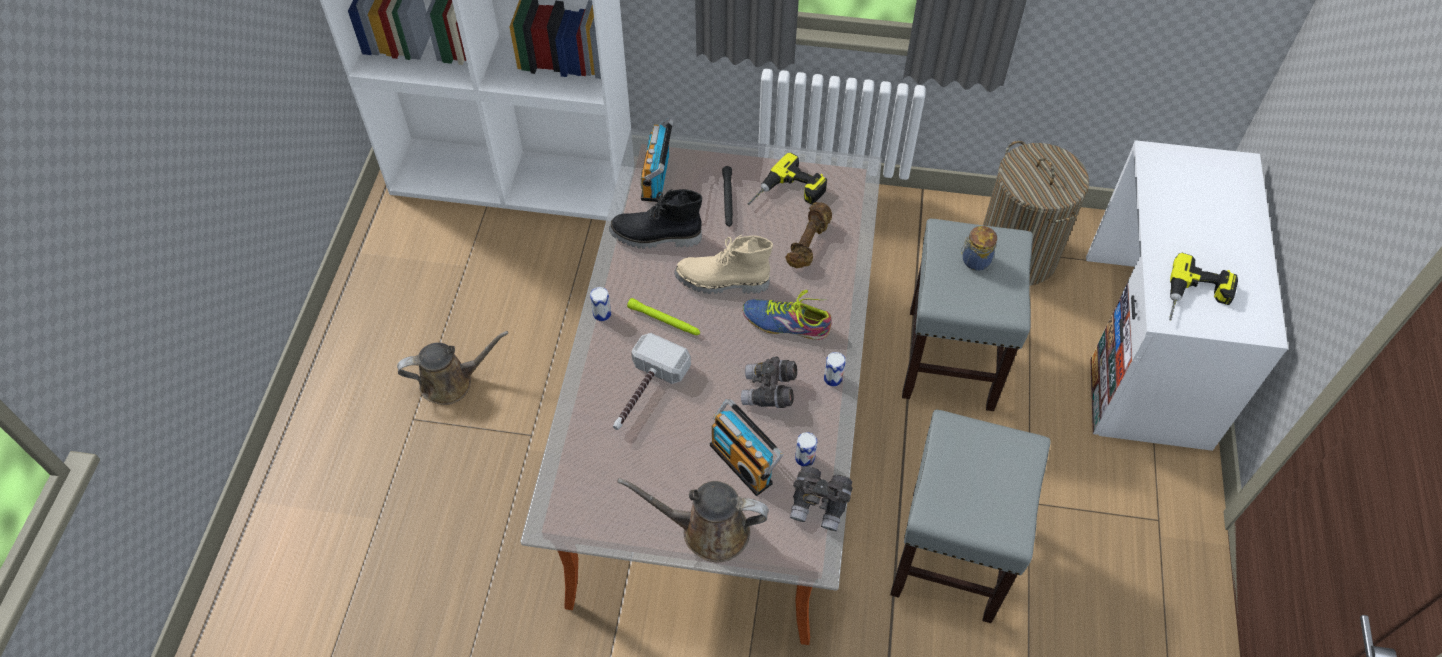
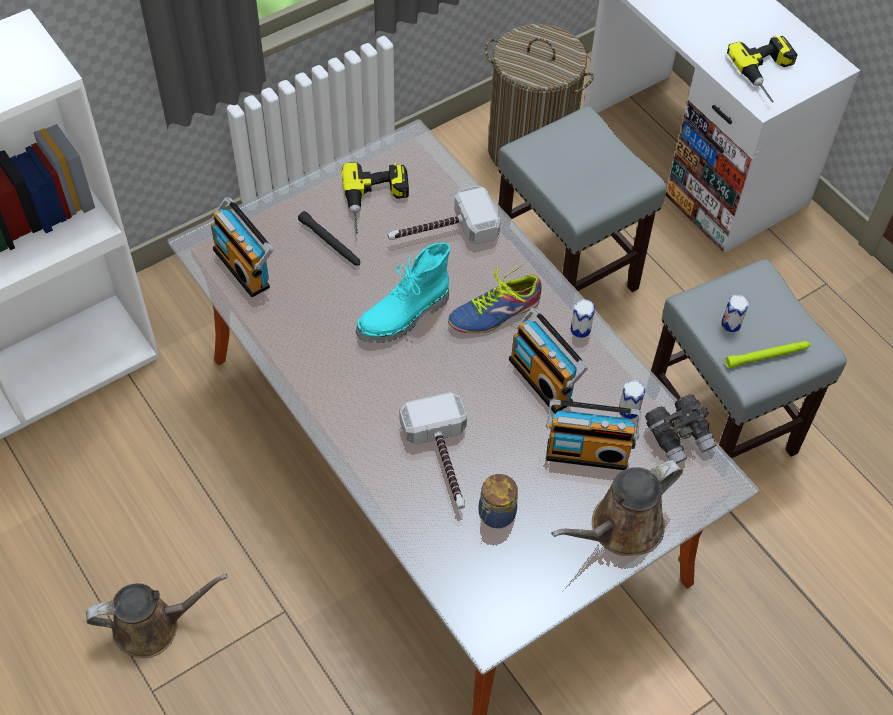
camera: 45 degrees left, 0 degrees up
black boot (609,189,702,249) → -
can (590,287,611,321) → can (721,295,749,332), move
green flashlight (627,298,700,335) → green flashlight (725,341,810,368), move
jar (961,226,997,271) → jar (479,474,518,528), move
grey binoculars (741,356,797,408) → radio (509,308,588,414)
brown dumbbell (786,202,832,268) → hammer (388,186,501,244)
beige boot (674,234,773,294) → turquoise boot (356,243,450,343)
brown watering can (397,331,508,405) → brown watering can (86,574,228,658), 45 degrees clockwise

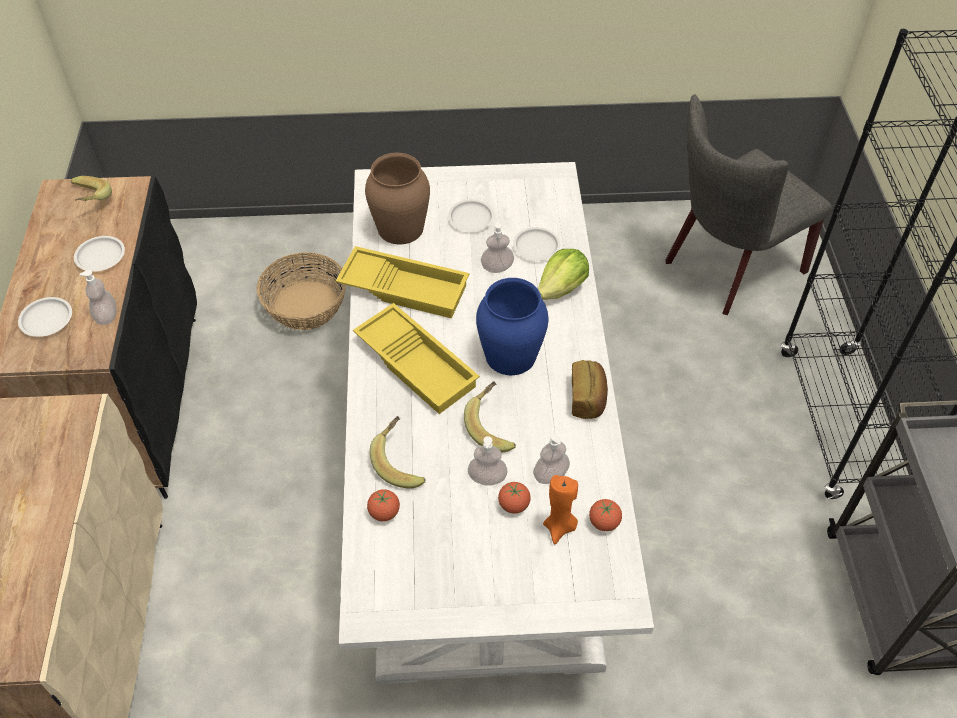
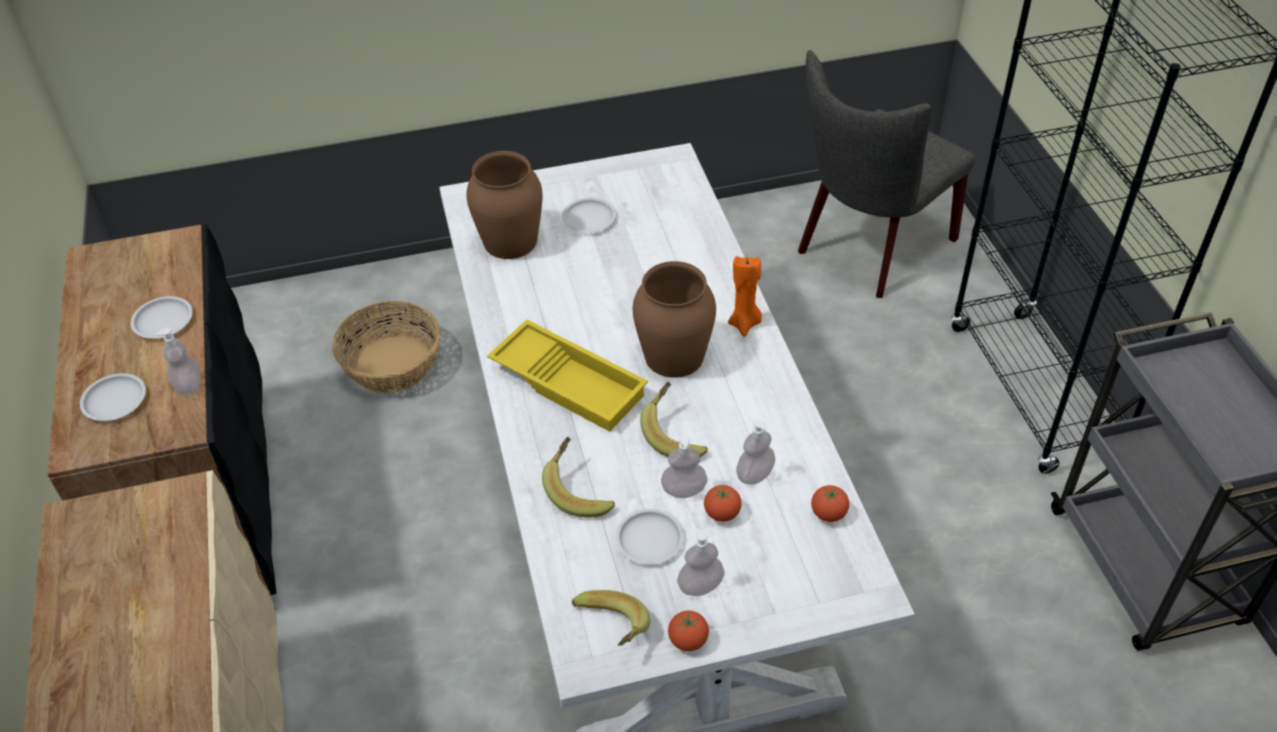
camera: 10 degrees left, 5 degrees down
yellow tray (336,246,469,318) → -
lettuce (538,249,589,300) → -
bread (572,360,608,419) → -
banana (71,176,112,201) → banana (572,590,650,646), move
tomato (367,489,400,521) → tomato (668,611,709,651), move
soap dispenser (481,221,514,273) → soap dispenser (677,528,725,596), move
white plate (513,227,560,261) → white plate (616,509,684,565), move
orange candle (543,475,578,544) → orange candle (728,256,762,337), move
blue vase (476,278,549,375) → brown vase (633,261,716,378)

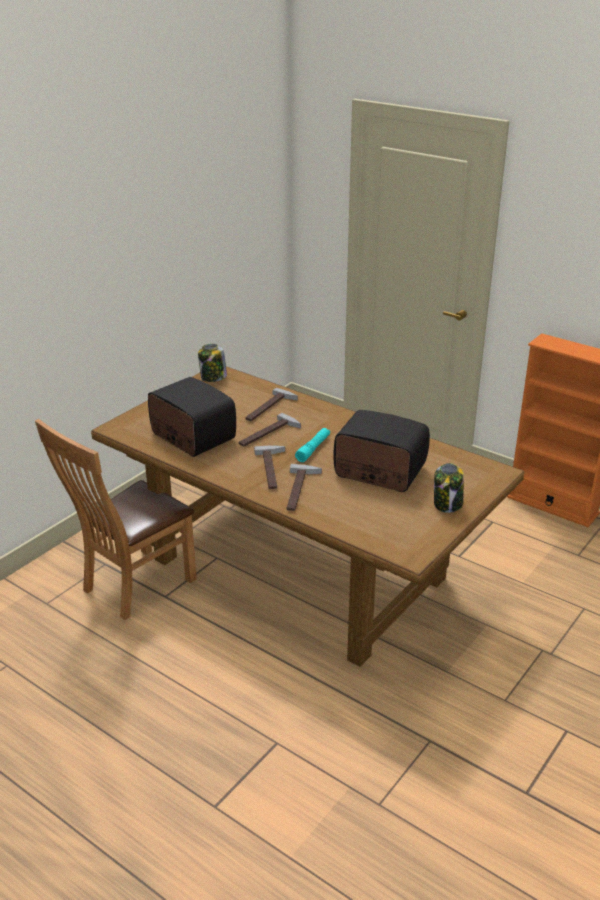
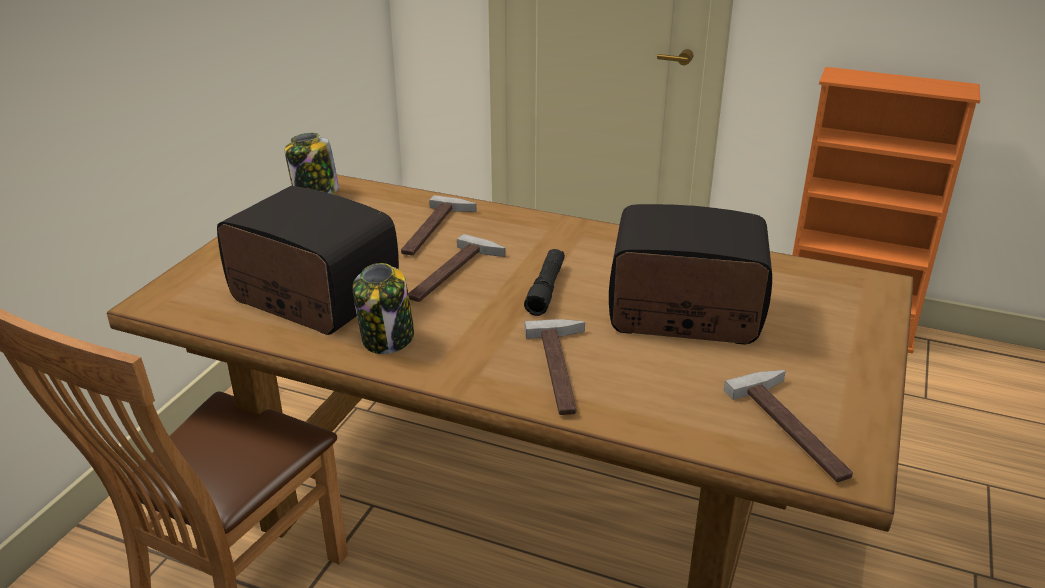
camera: 15 degrees left, 0 degrees up
hammer (254,445,285,489) → hammer (724,370,853,482), move
jar (434,463,464,513) → jar (353,263,414,354), move
turquoise flashlight (295,428,330,462) → black flashlight (524,249,565,316)

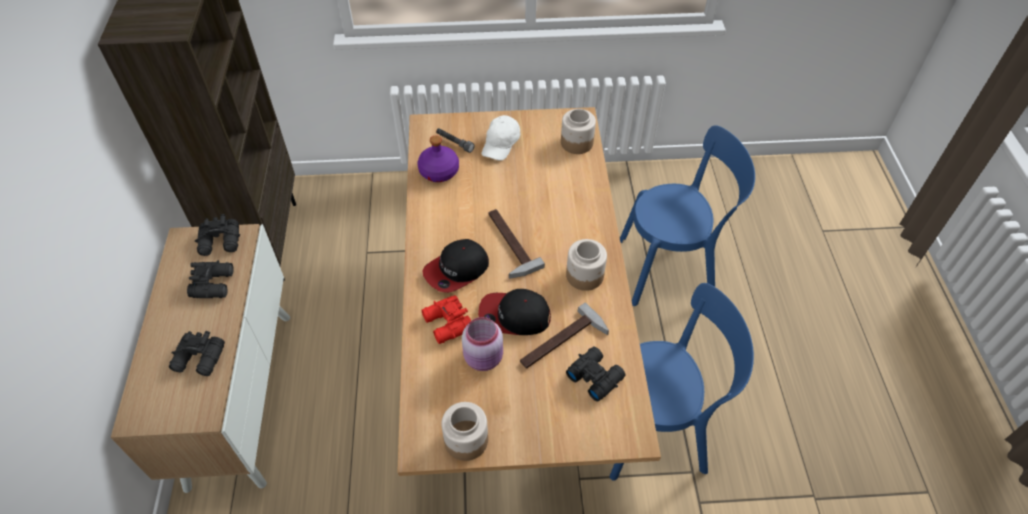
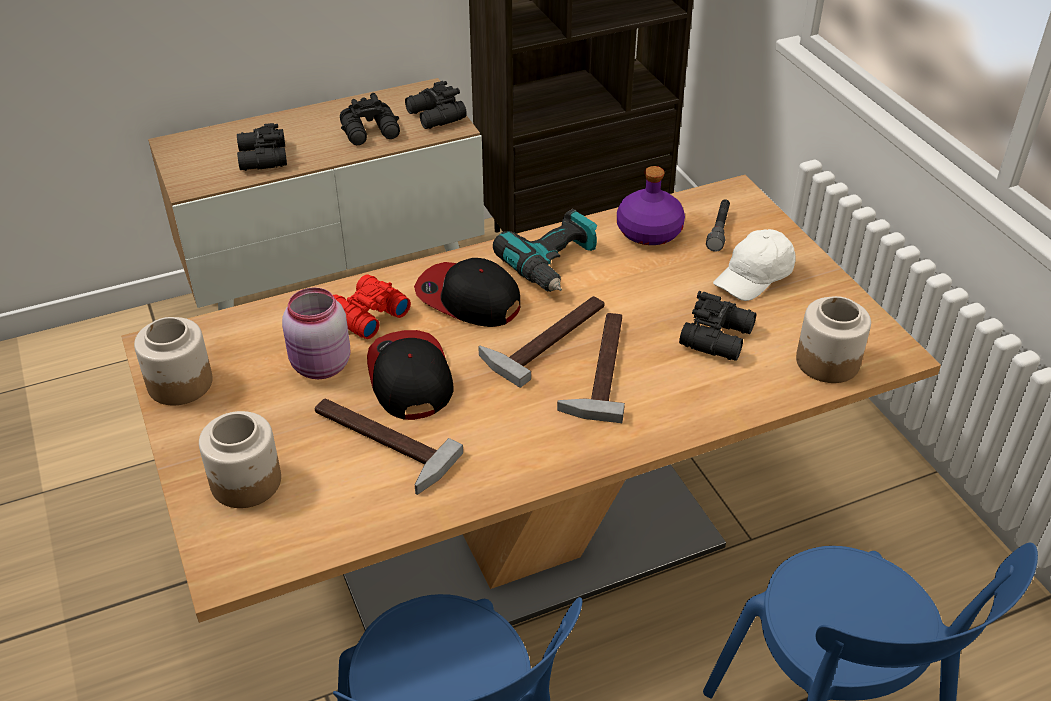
camera: 70 degrees right, 10 degrees down
- → power drill (493,209,597,292)
- → hammer (557,313,625,423)
jar (566,239,607,291) → jar (199,411,281,508), move
black binoculars (566,347,626,402) → black binoculars (679,291,756,361), move
white cap (481,115,520,161) → white cap (713,229,796,301), 45 degrees counterclockwise

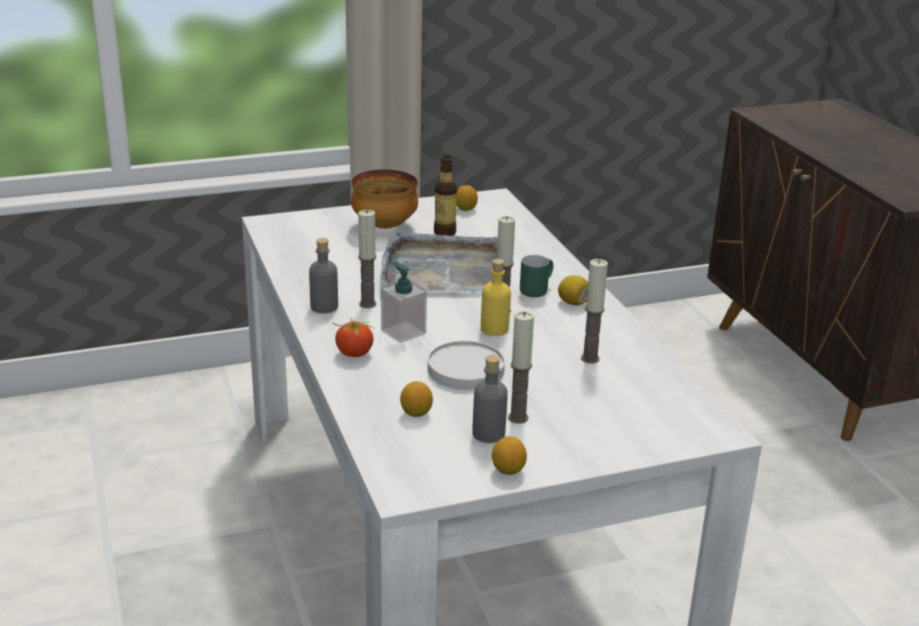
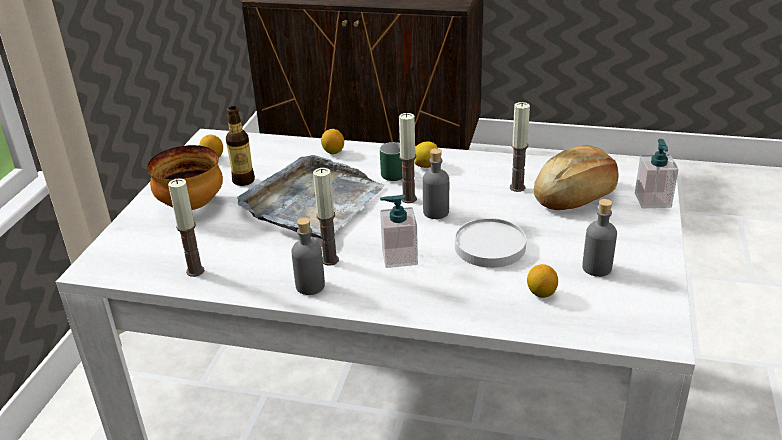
camera: 55 degrees left, 5 degrees up
tomato (333,319,374,357) → -
- → bread (534,145,619,210)
- → soap dispenser (635,139,679,208)
lemon (492,436,527,475) → lemon (321,129,344,154), move
candle (508,311,534,424) → candle (168,178,204,277), move
yellow bottle (481,259,511,336) → grey bottle (423,148,449,219)

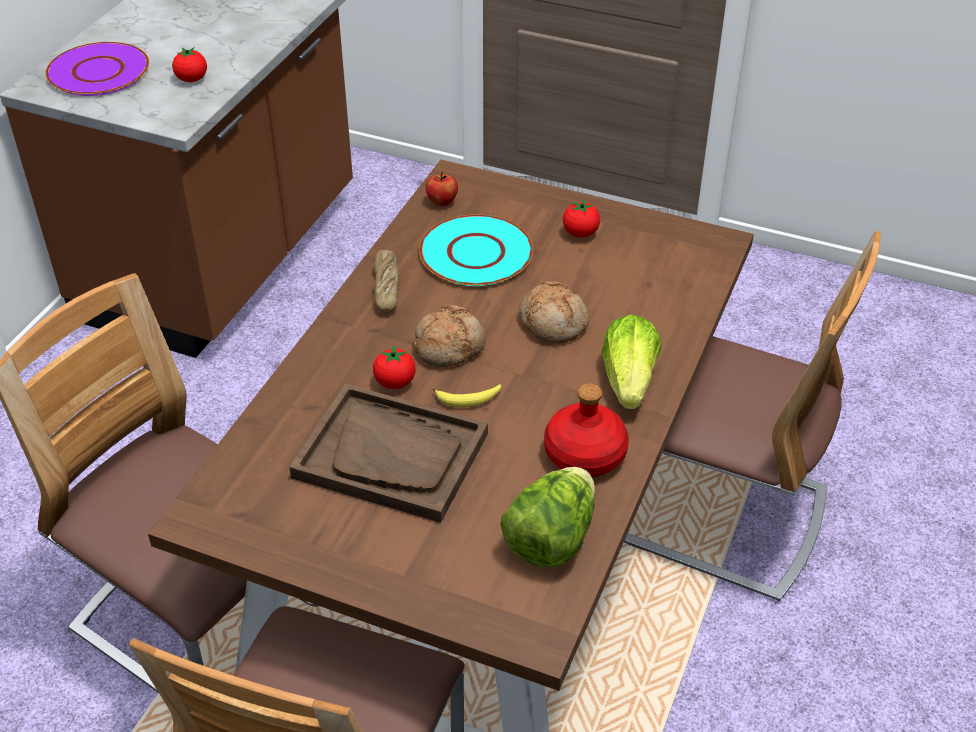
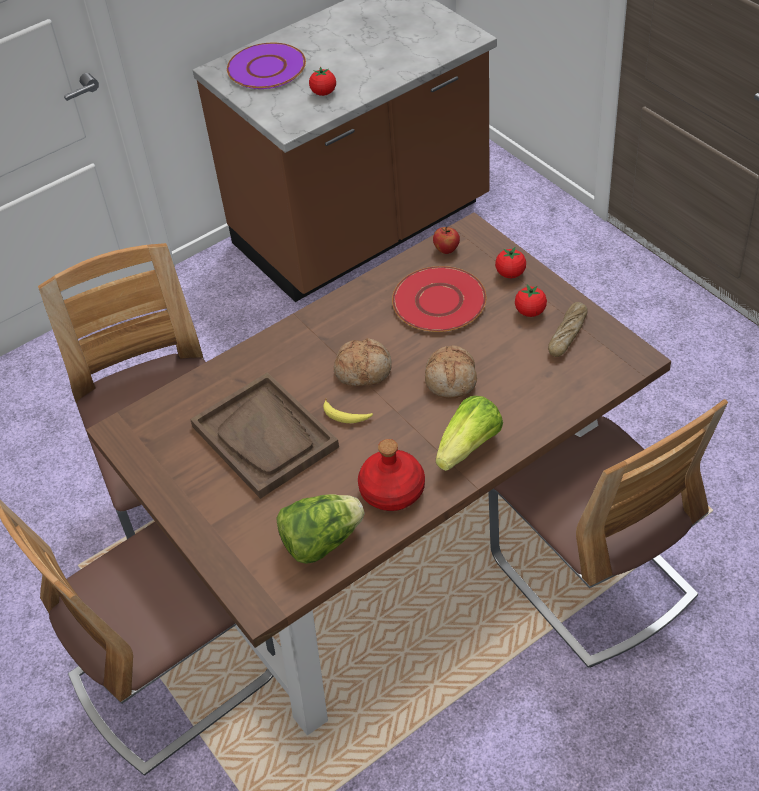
camera: 35 degrees right, 5 degrees up
tomato (373,345,416,389) → tomato (495,247,526,278), move
bread (374,250,399,313) → bread (548,302,588,357), move
turquoise plate (419,215,533,286) → red plate (392,266,486,332)

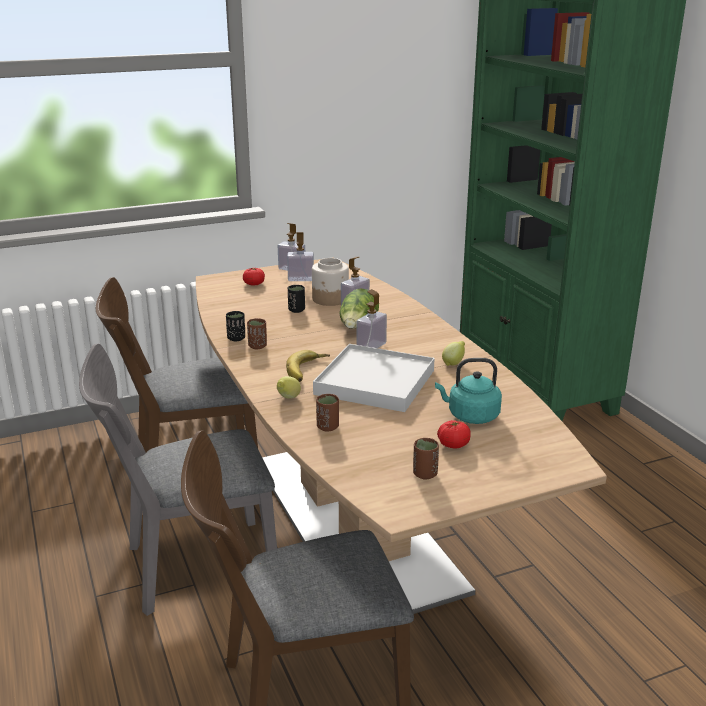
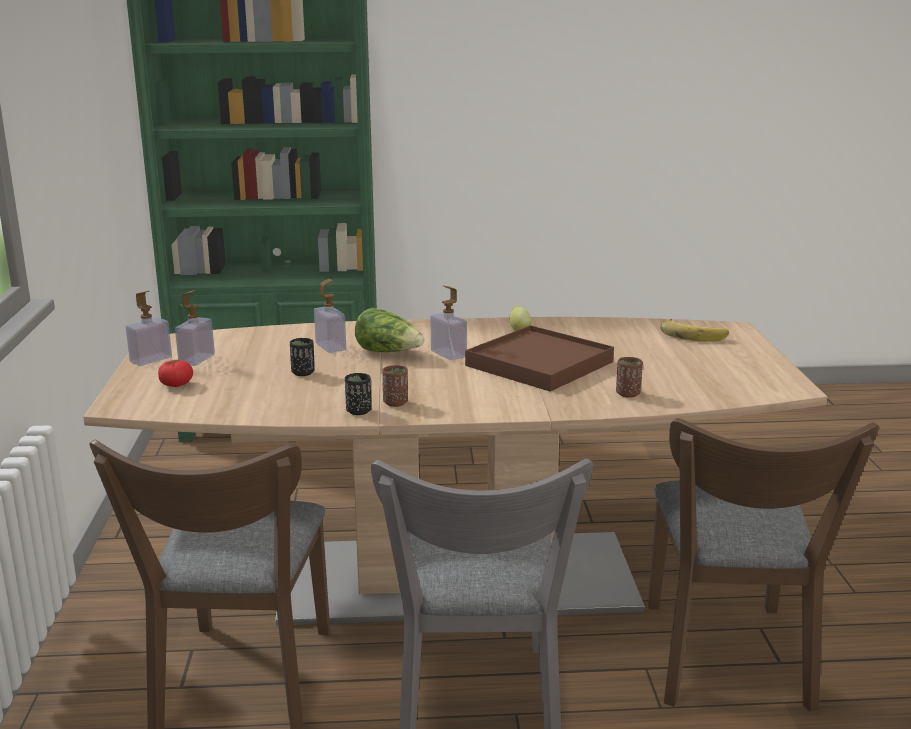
camera: 70 degrees left, 5 degrees down
lemon (277,376,301,399) → -
jar (312,258,349,306) → -
brown cup (413,438,439,480) → -
turquoise kettle (435,358,502,424) → -
tomato (437,420,471,448) → -
banana (286,350,330,382) → banana (660,319,729,342), move
white tray (313,344,435,412) → brown tray (465,325,614,392)

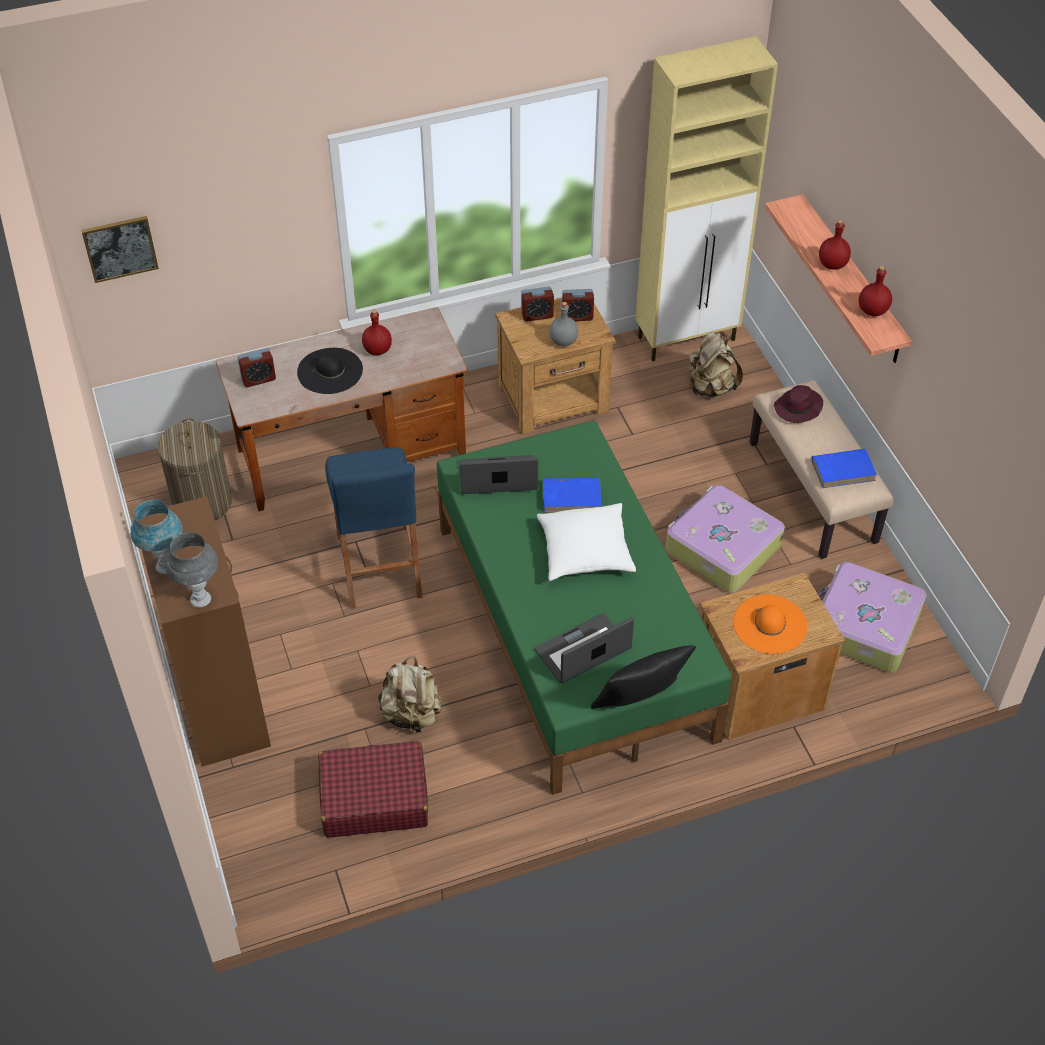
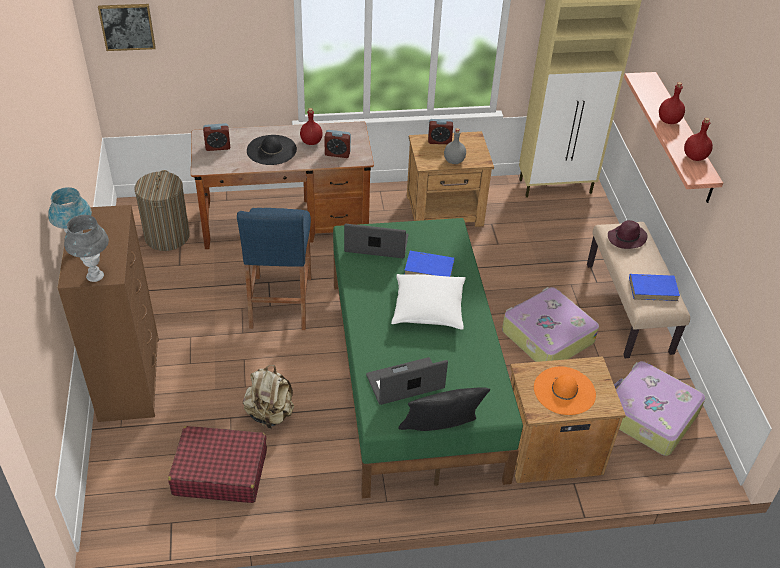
camera: 10 degrees right, 5 degrees down
beige backpack (689,332,743,397) → -
alarm clock (562,289,594,321) → alarm clock (324,130,351,158), move

